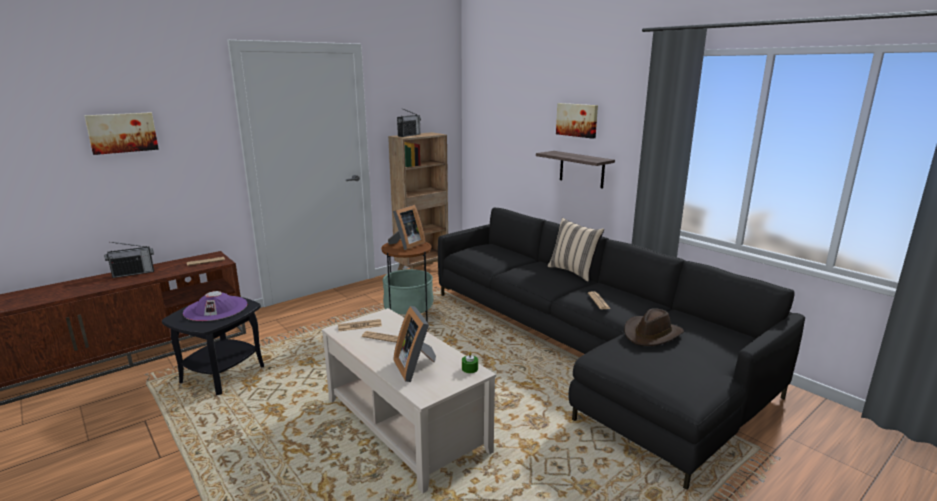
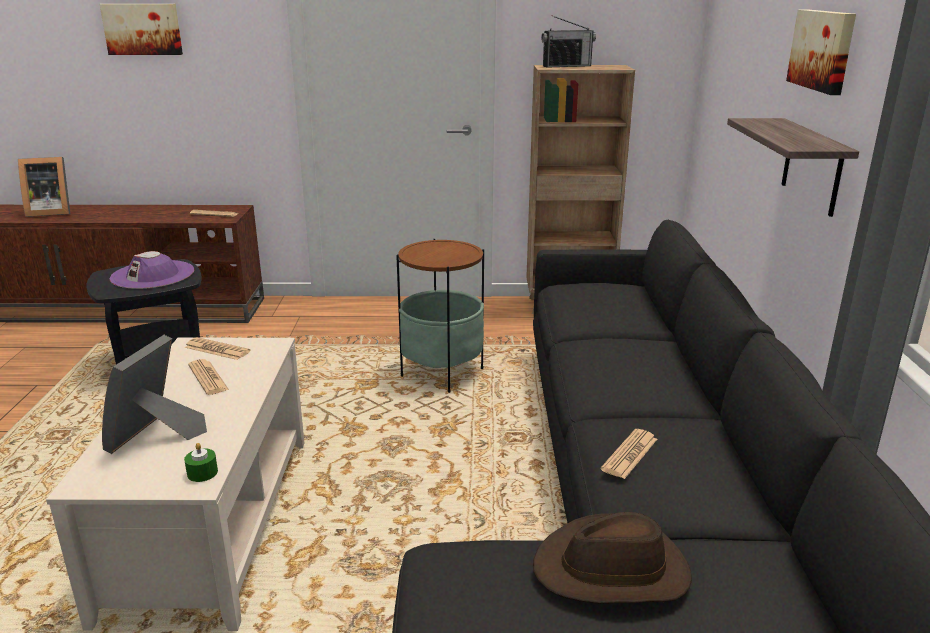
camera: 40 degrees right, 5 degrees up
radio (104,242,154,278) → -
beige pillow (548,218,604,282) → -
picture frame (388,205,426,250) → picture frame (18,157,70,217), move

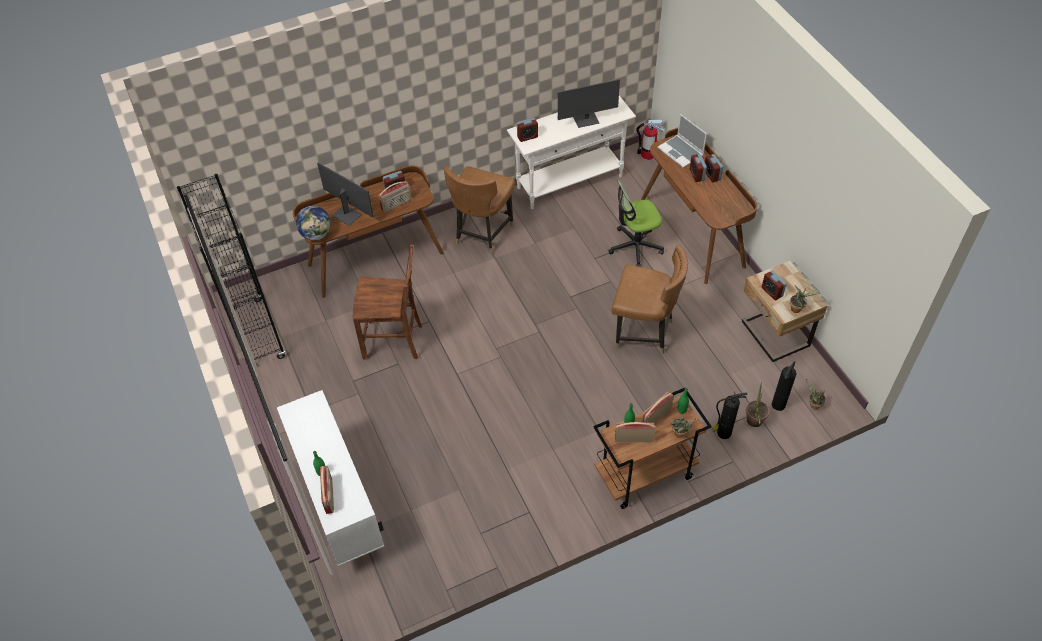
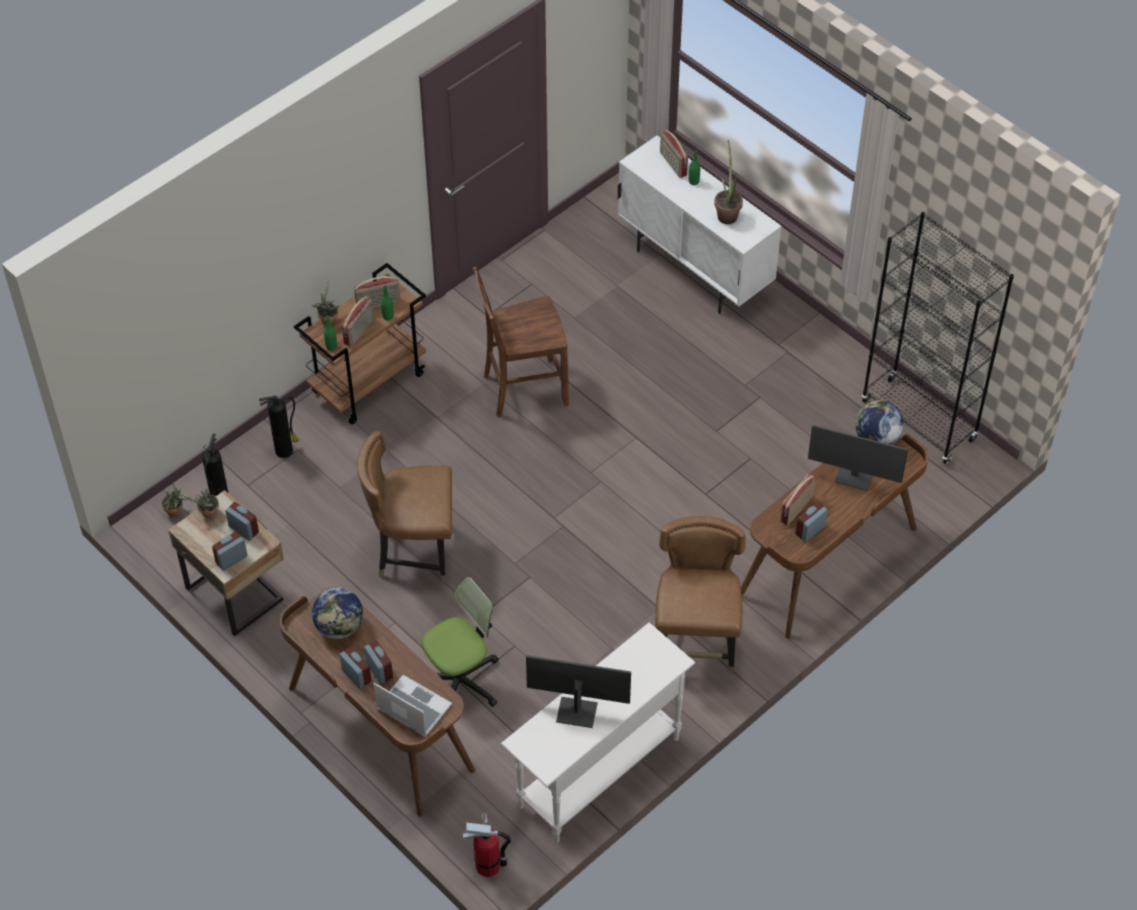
camera: 160 degrees right, 0 degrees up
- → globe (312,587,363,639)
brown chair (353,244,422,360) → brown chair (473,267,569,417), move
alarm clock (517,118,538,142) → alarm clock (212,532,247,571), move
potted plant (746,382,769,427) → potted plant (714,140,743,224), move
monitor (558,79,620,128) → monitor (526,655,631,728), 45 degrees clockwise

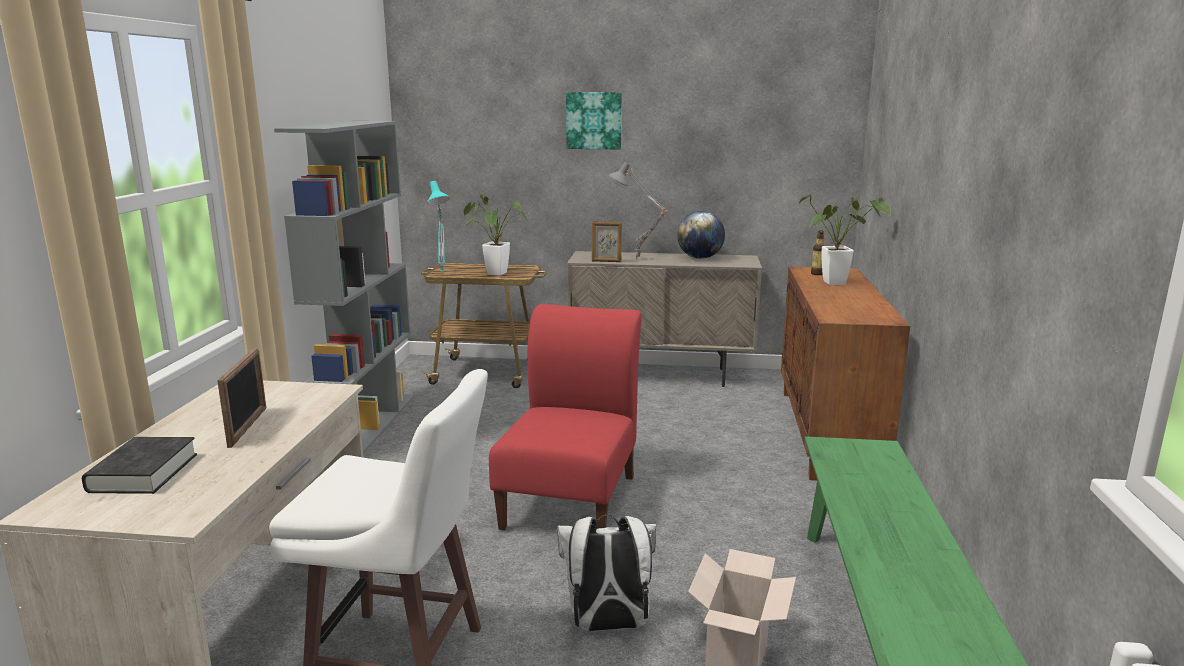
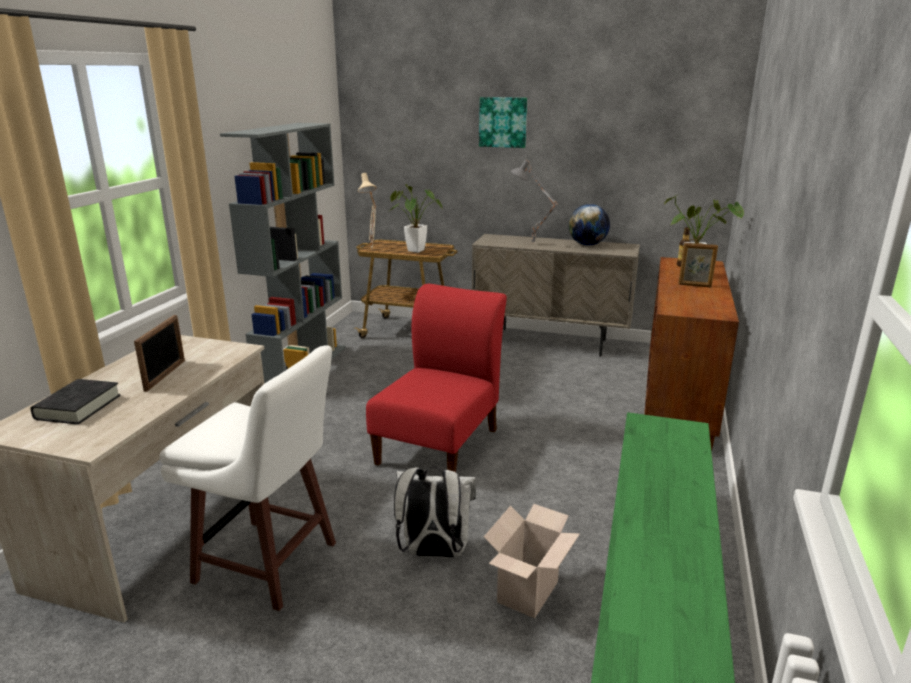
camera: 10 degrees right, 5 degrees up
picture frame (592,221,622,262) → picture frame (679,243,718,287), move
turquoise table lamp (427,181,450,275) → beige table lamp (358,173,377,248)

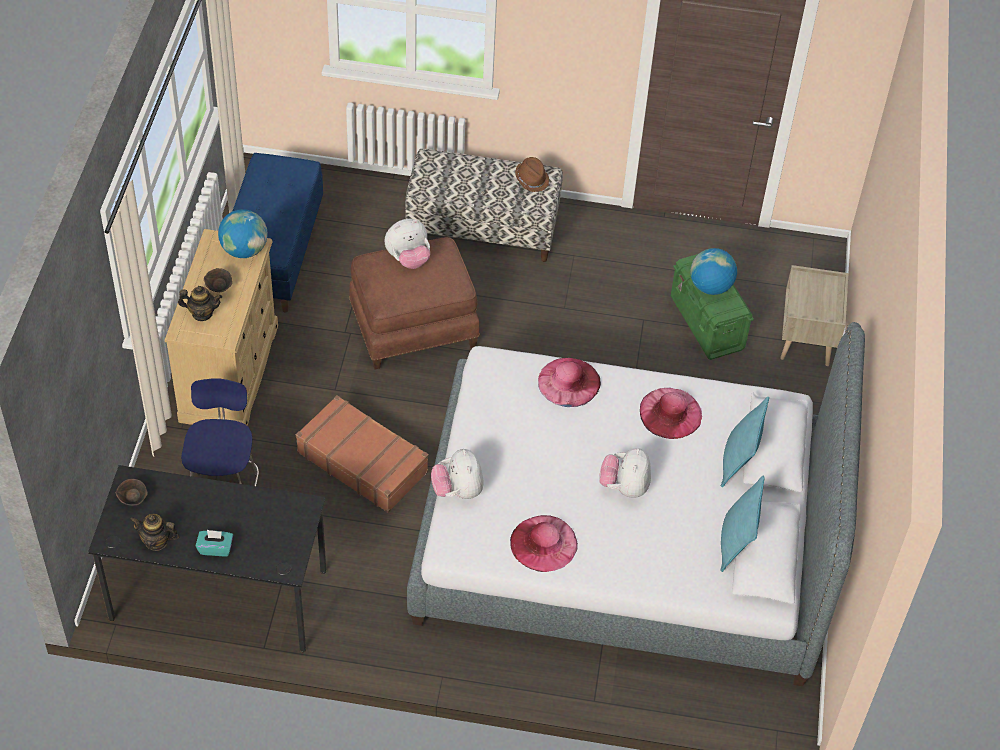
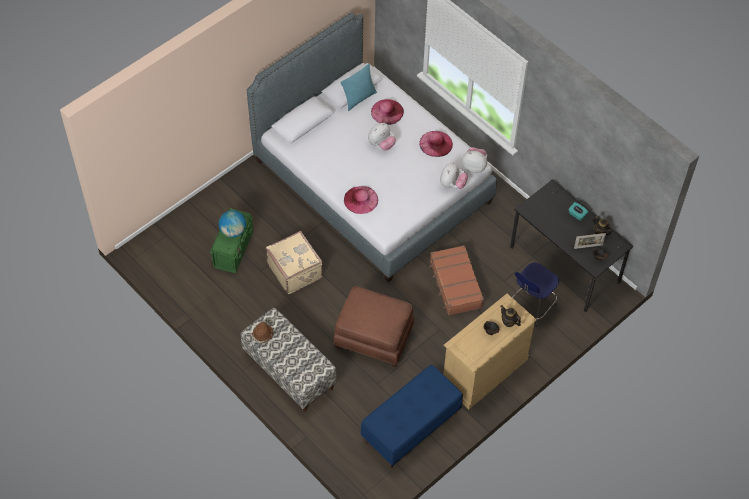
camera: 140 degrees left, 5 degrees up
globe (218,209,268,258) → -
turquoise pillow (721,397,769,487) → -
beige nightstand (780,265,849,366) → -
- → beige suitcase (266,231,323,294)
- → picture frame (574,233,606,249)
plush toy (385,219,430,269) → plush toy (462,147,487,173), move
pink hat (640,388,702,439) → pink hat (371,99,404,125), move

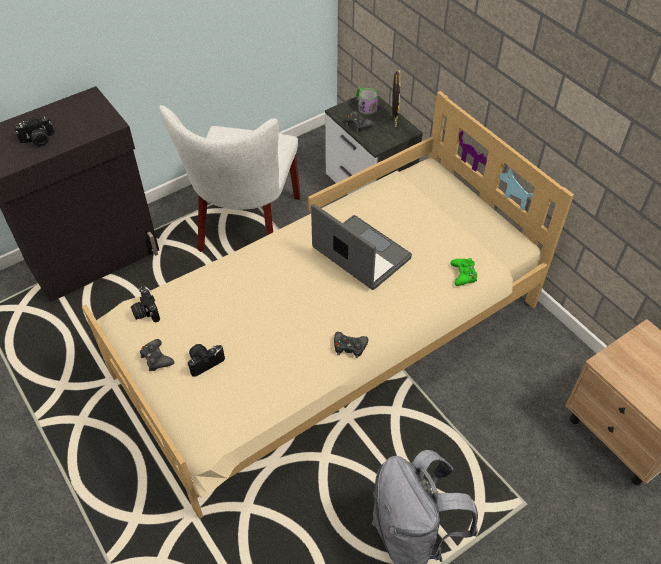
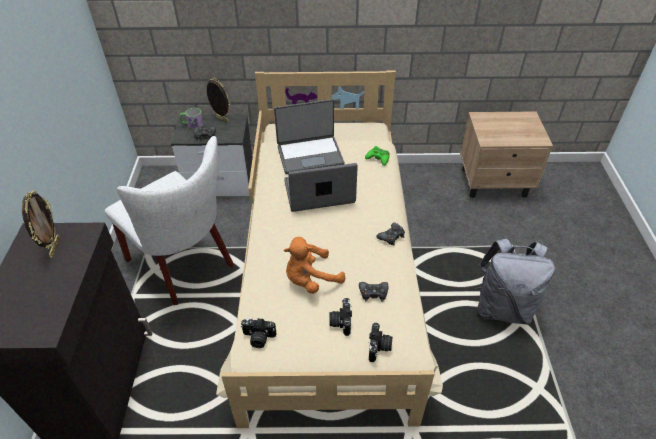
camera: 55 degrees left, 5 degrees down
- → picture frame (22,190,60,258)
- → laptop (274,99,345,174)
- → orange plush toy (284,237,345,294)
photo camera (14,116,55,147) → photo camera (368,323,393,362), move
black game controller (140,339,174,371) → black game controller (359,282,388,302), move

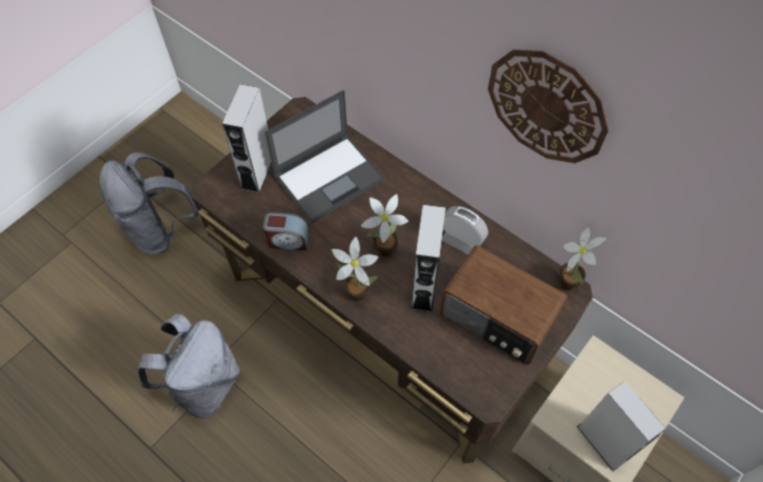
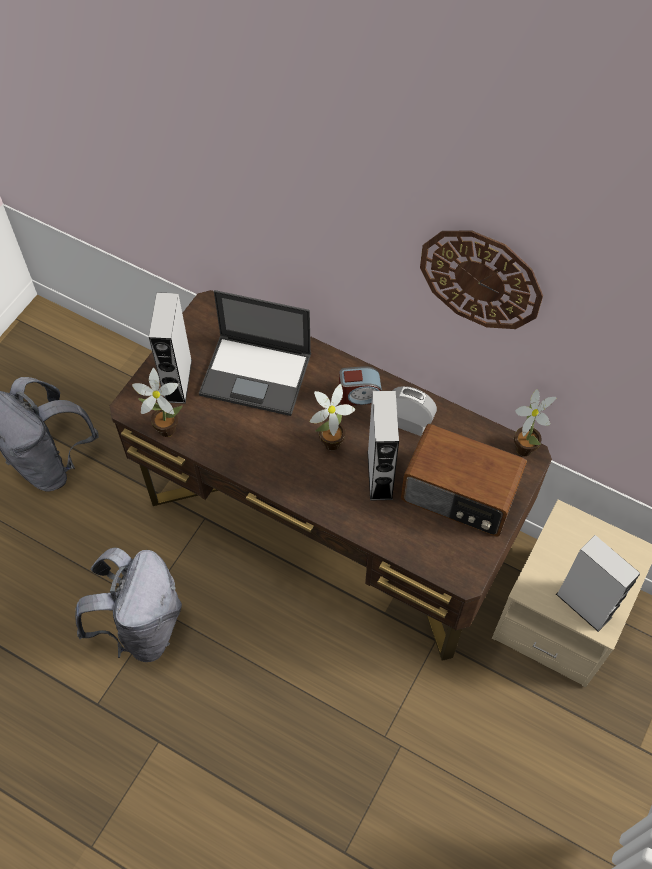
camera: 10 degrees left, 0 degrees up
alarm clock (263,212,309,251) → alarm clock (339,366,382,406), move
potted plant (332,237,378,302) → potted plant (132,368,182,437), move
laptop (265,90,385,224) → laptop (199,290,311,416), 60 degrees clockwise

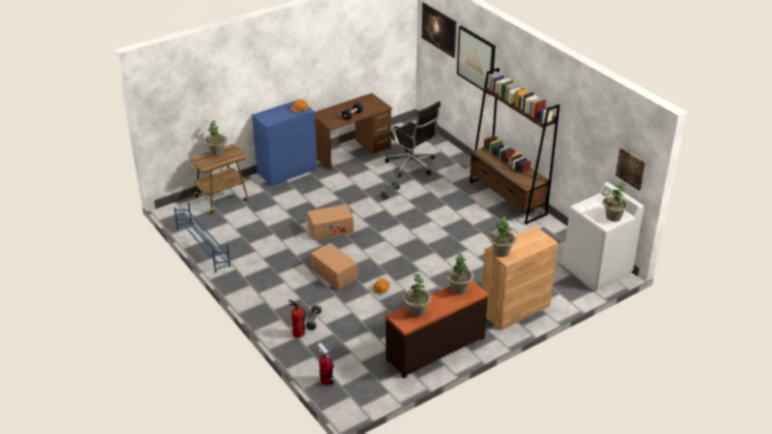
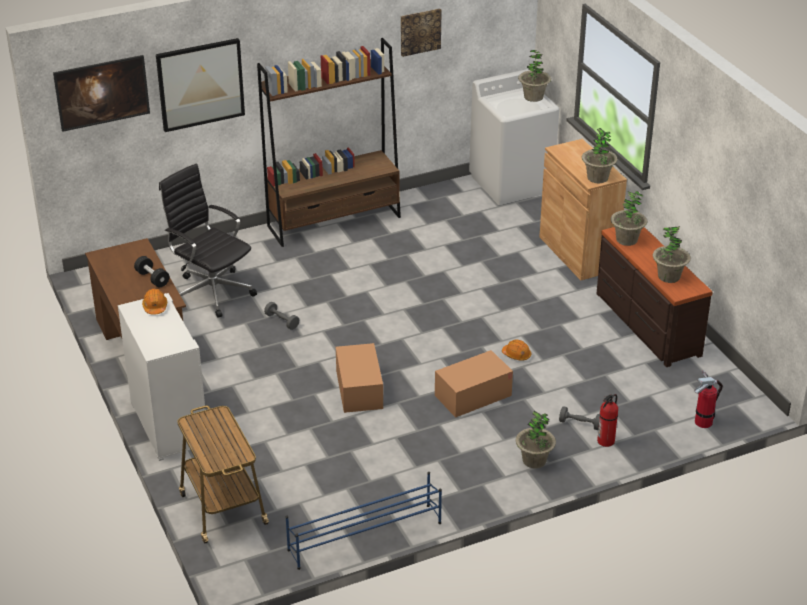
camera: 80 degrees left, 0 degrees up
potted plant (204,121,227,156) → potted plant (516,411,556,469), move
picture (615,147,646,190) → picture (401,8,442,57), move
blue cabinet (252,99,317,186) → white cabinet (118,293,205,461)
black office chair (385,101,441,177) → black office chair (159,164,257,318), 105 degrees counterclockwise

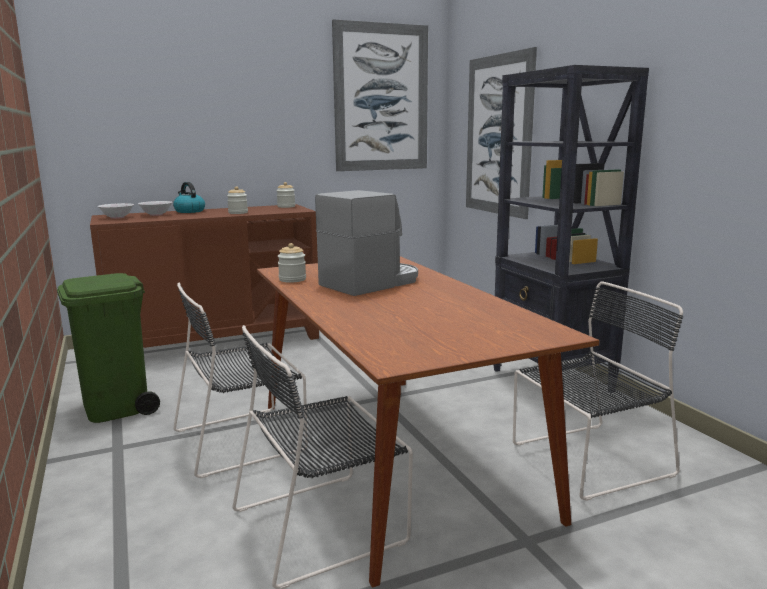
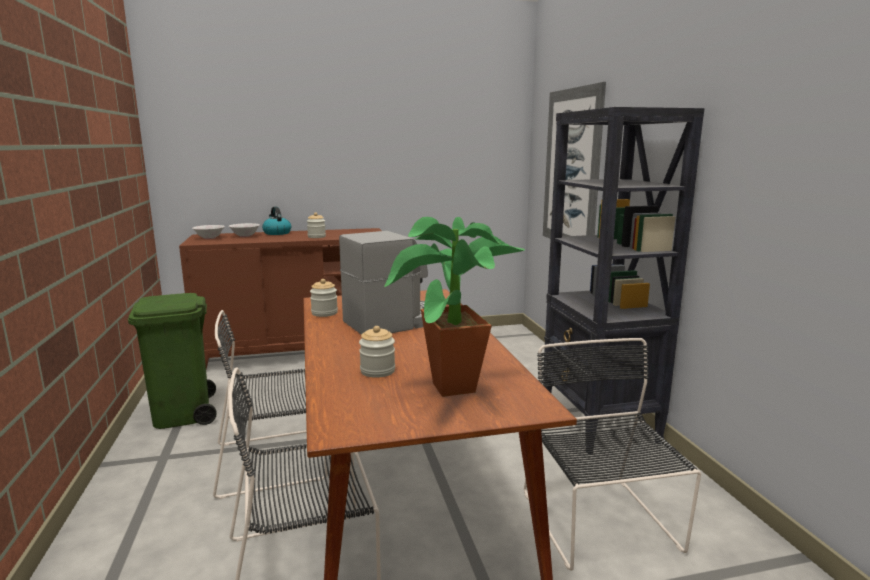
camera: 10 degrees right, 0 degrees up
picture (332,19,428,171) → -
- → potted plant (384,217,525,397)
jar (277,182,295,208) → jar (359,326,395,378), move
black chair (513,281,683,501) → black chair (524,338,701,571), 90 degrees counterclockwise

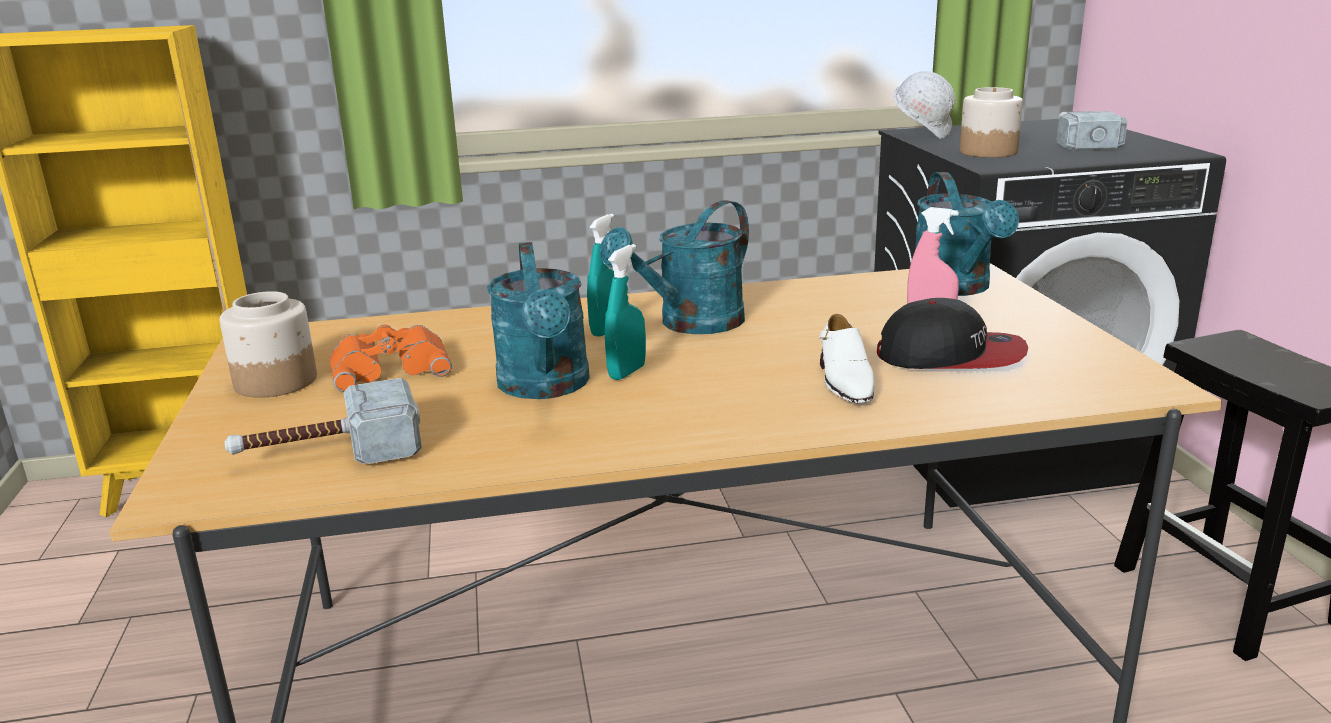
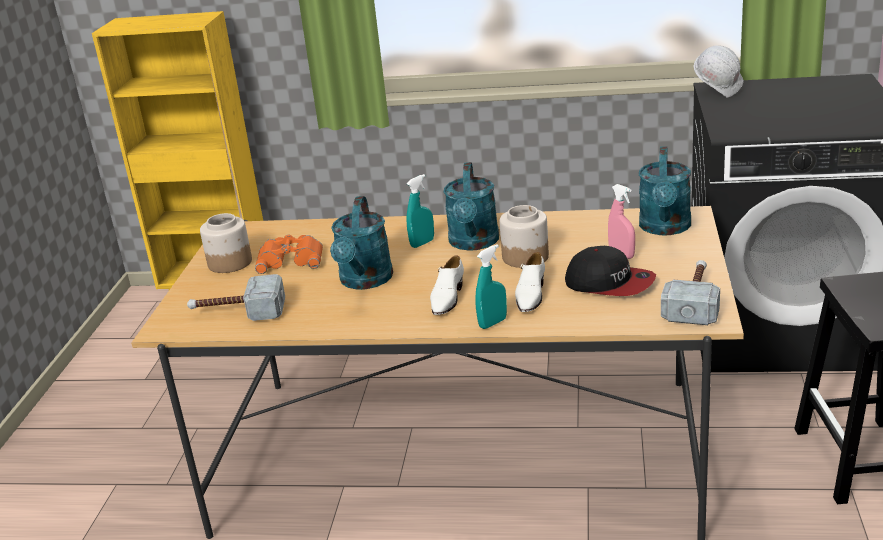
camera: 20 degrees right, 5 degrees up
- → white shoe (430,255,464,315)
turquoise spray bottle (605,244,646,380) → turquoise spray bottle (475,244,507,329), move
jar (960,87,1023,158) → jar (500,205,549,268), move
hammer (1057,111,1127,151) → hammer (661,260,720,325), move
turquoise watering can (600,200,749,334) → turquoise watering can (444,162,499,250), 60 degrees counterclockwise

